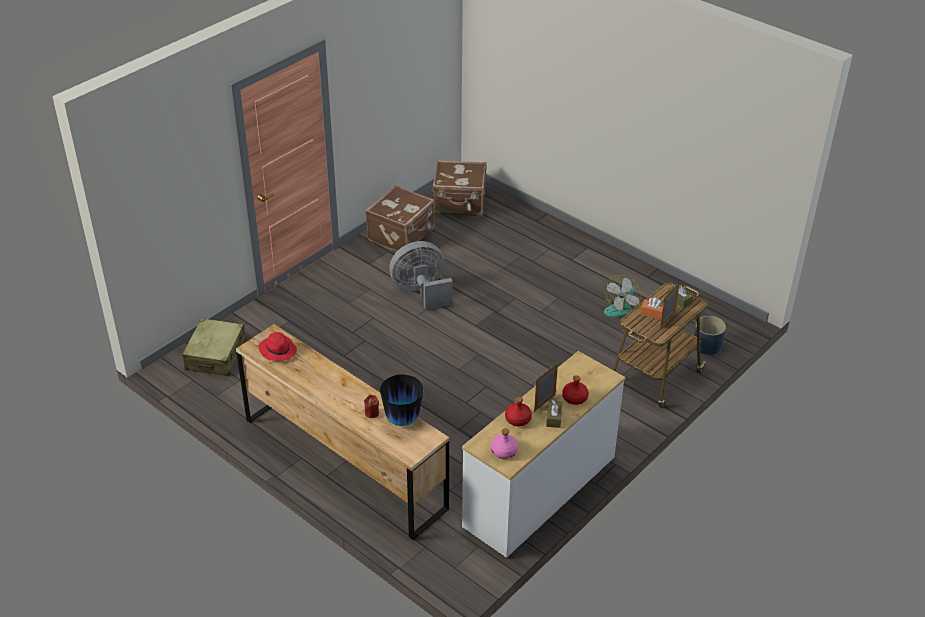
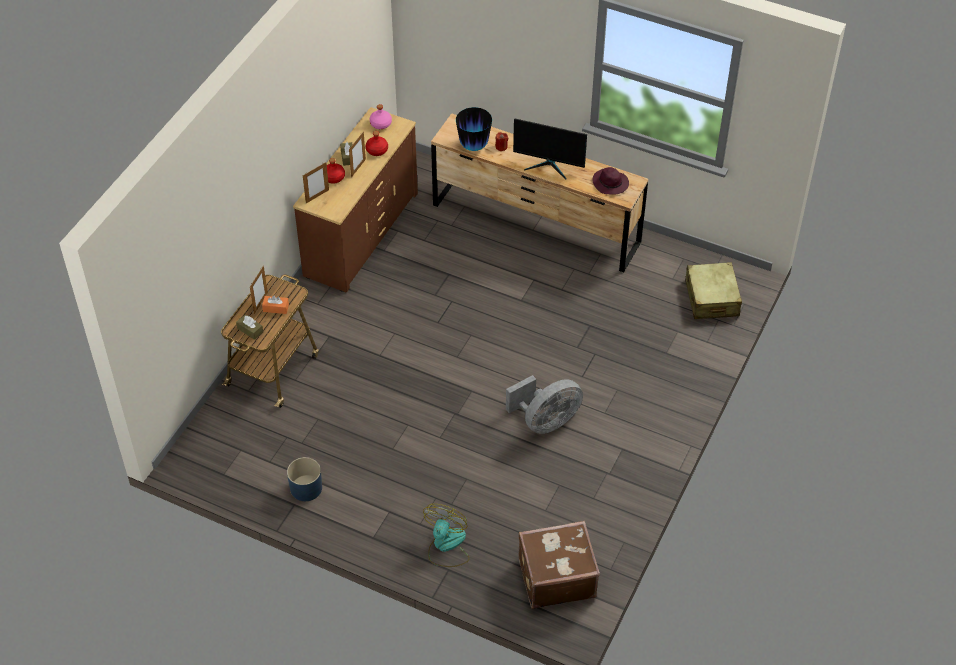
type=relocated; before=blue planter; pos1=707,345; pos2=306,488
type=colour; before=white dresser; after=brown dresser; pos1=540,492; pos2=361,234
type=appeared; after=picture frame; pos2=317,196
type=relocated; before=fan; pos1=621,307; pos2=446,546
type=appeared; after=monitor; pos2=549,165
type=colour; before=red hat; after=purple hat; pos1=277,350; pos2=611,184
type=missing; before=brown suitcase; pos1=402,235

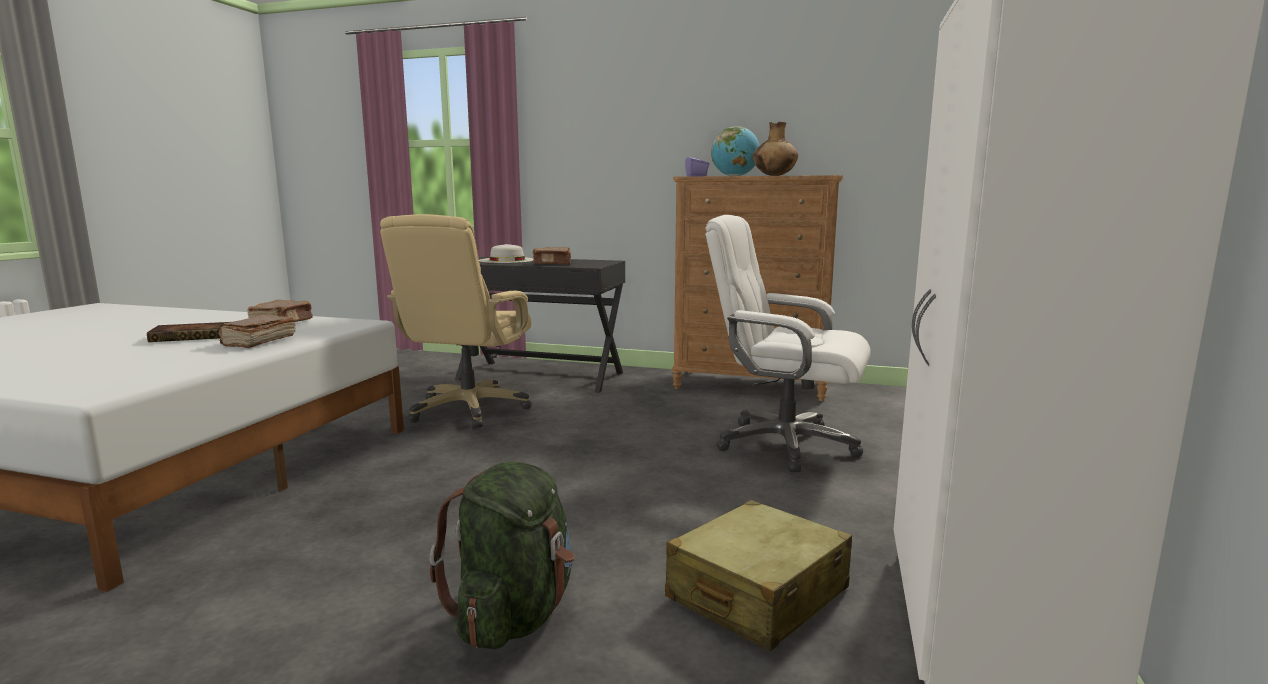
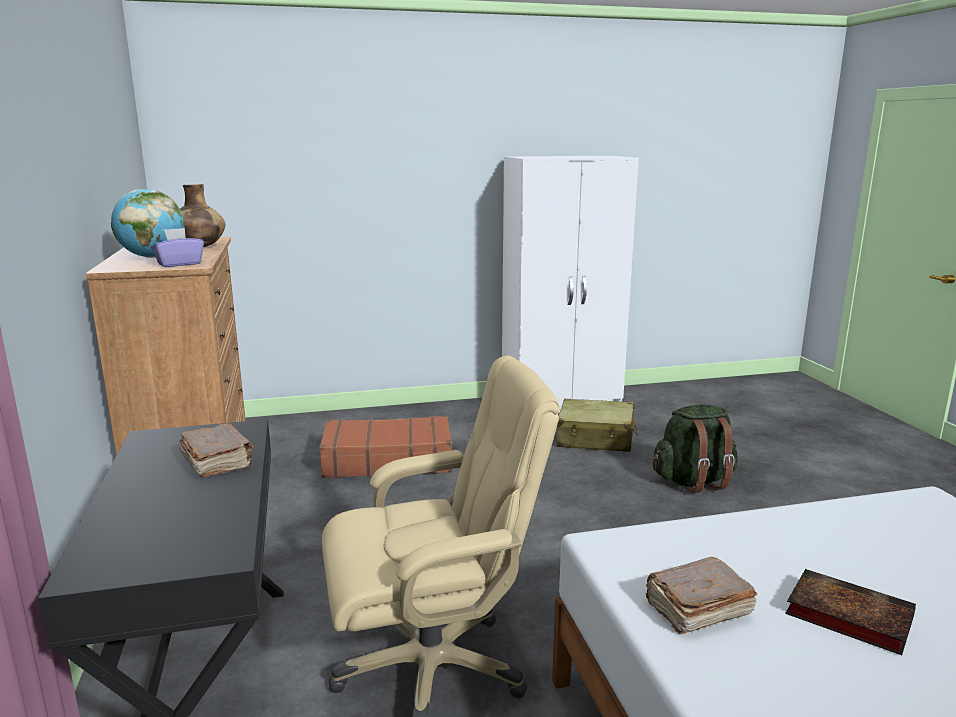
type=exchanged; before=white office chair; after=brown suitcase; pos1=784,444; pos2=387,460
type=missing; before=brown book; pos1=258,342
type=missing; before=white hat; pos1=507,260

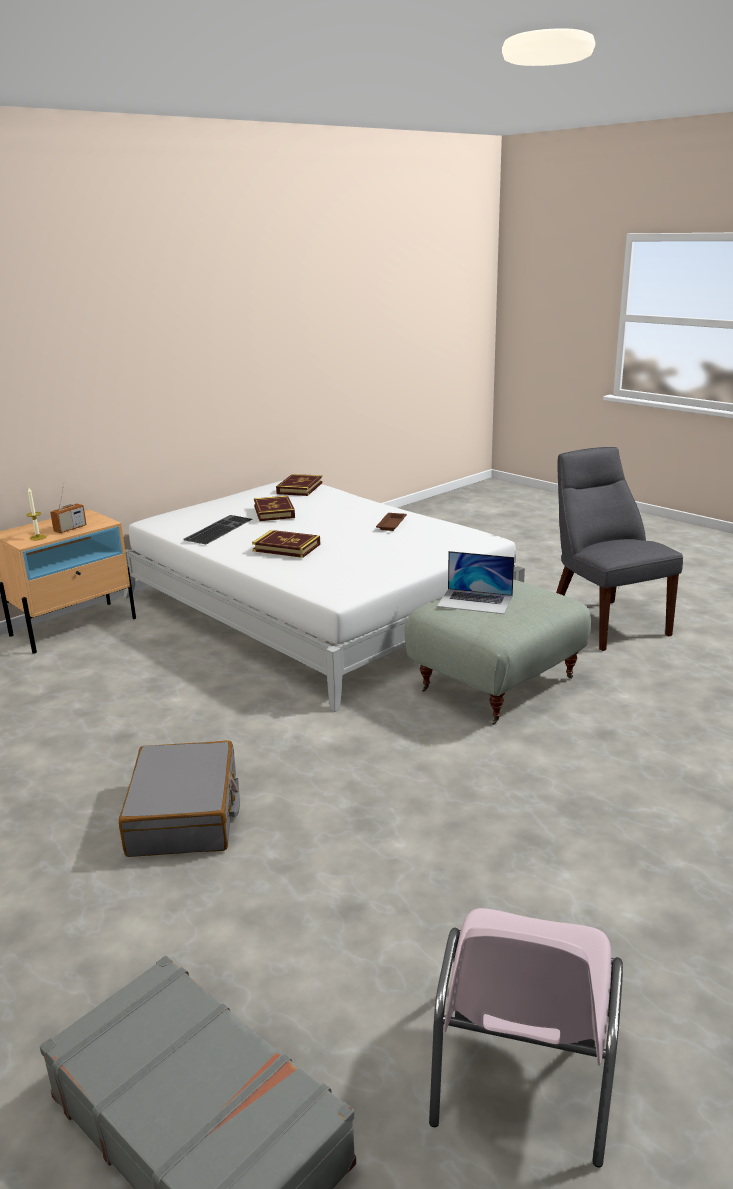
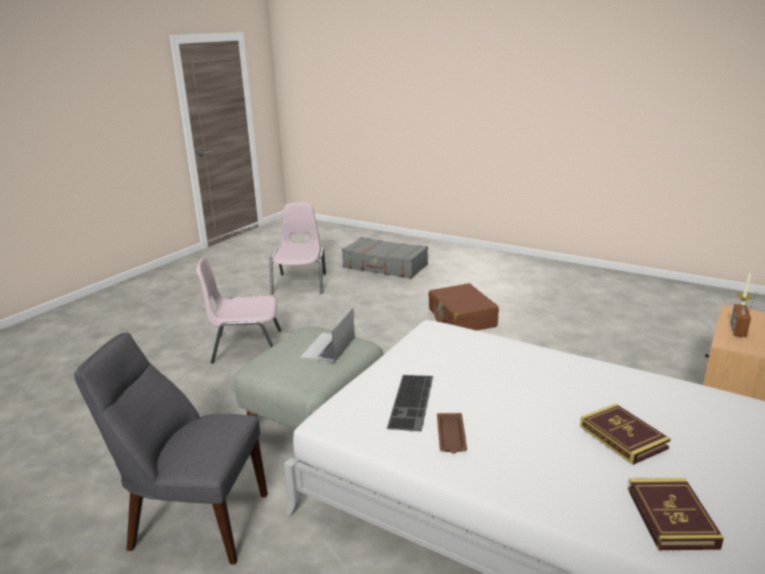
type=spun; before=grey chair; pos1=604,622; pos2=193,521; turn=135
type=appeared; after=pink chair; pos2=246,347
type=spun; before=laptop; pos1=475,601; pos2=328,347; turn=-75
type=relocated; before=keyboard; pos1=218,529; pos2=413,402
type=colour; before=grey suitcase; after=brown suitcase; pos1=185,815; pos2=461,318
type=missing; before=book; pos1=286,548

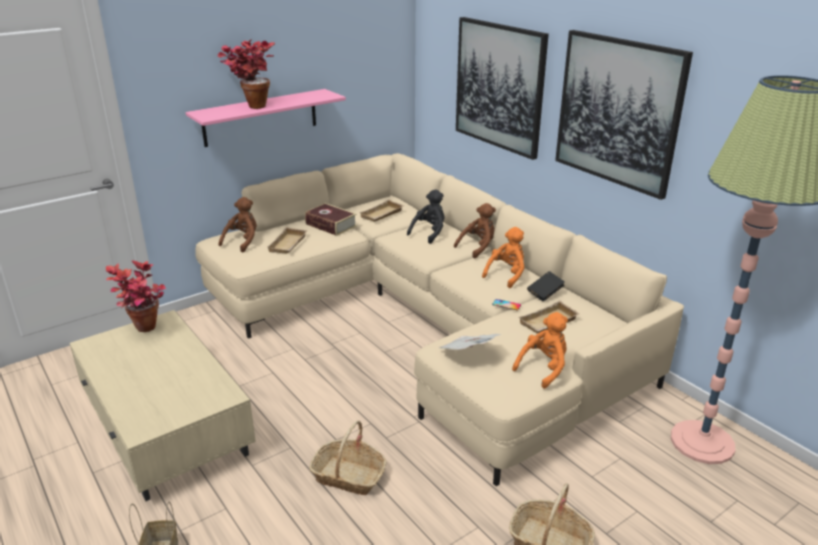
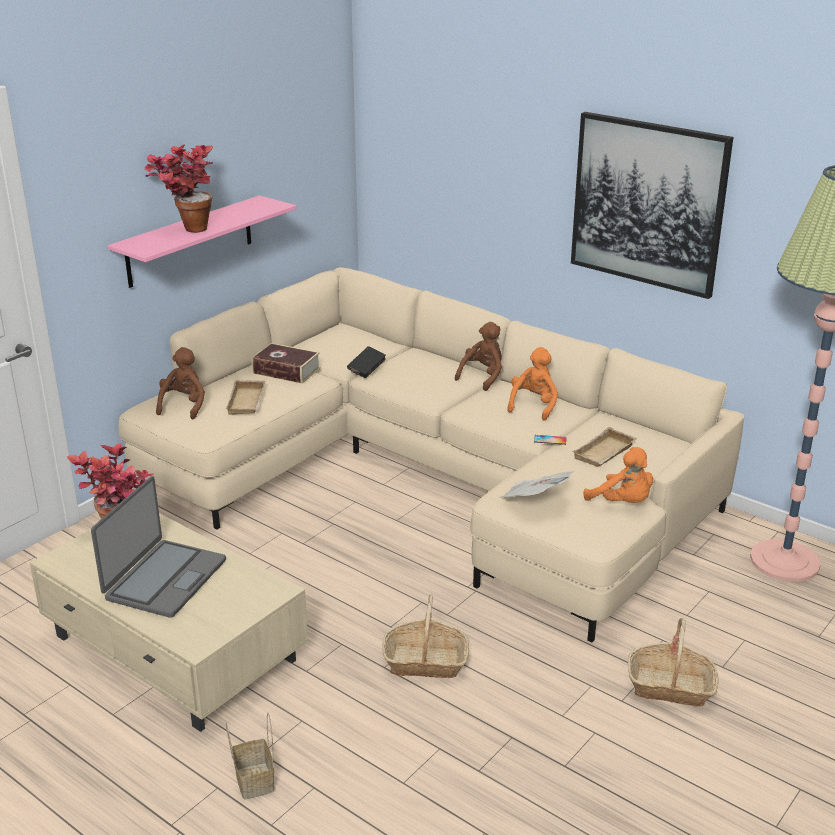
type=appeared; after=laptop; pos2=164,579
type=relocated; before=black book; pos1=545,293; pos2=367,370
type=spun; before=orange plush toy; pos1=543,368; pos2=622,503; turn=105
type=missing; before=beige tray; pos1=382,215
type=missing; before=black plush toy; pos1=429,233
type=missing; before=picture; pos1=499,86

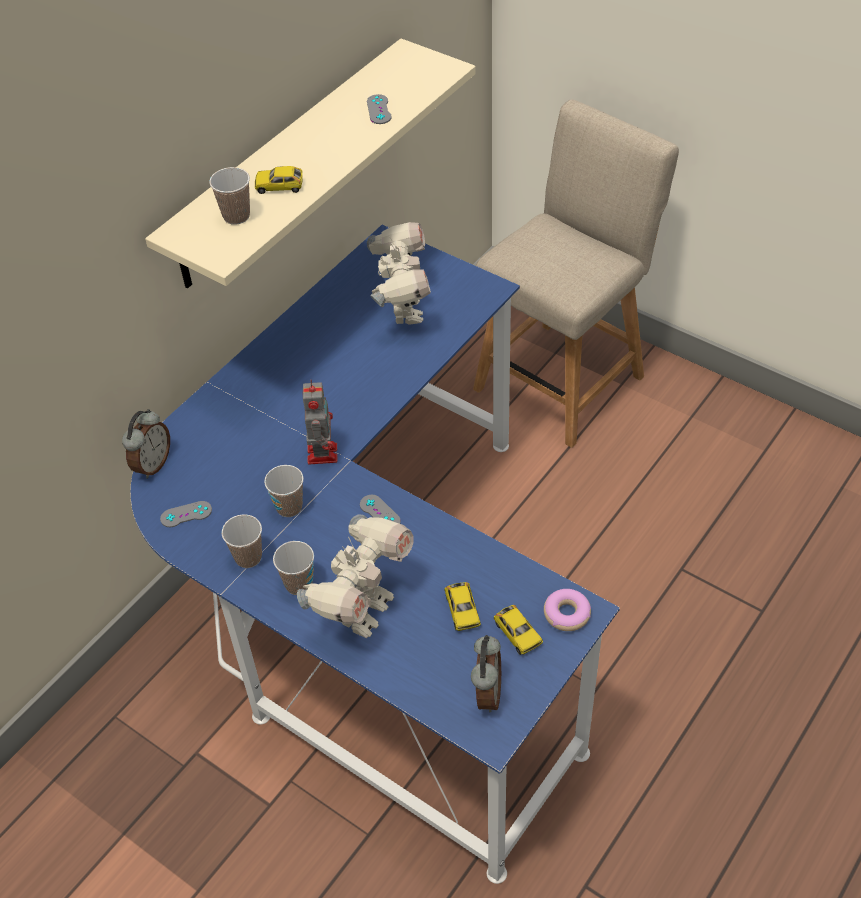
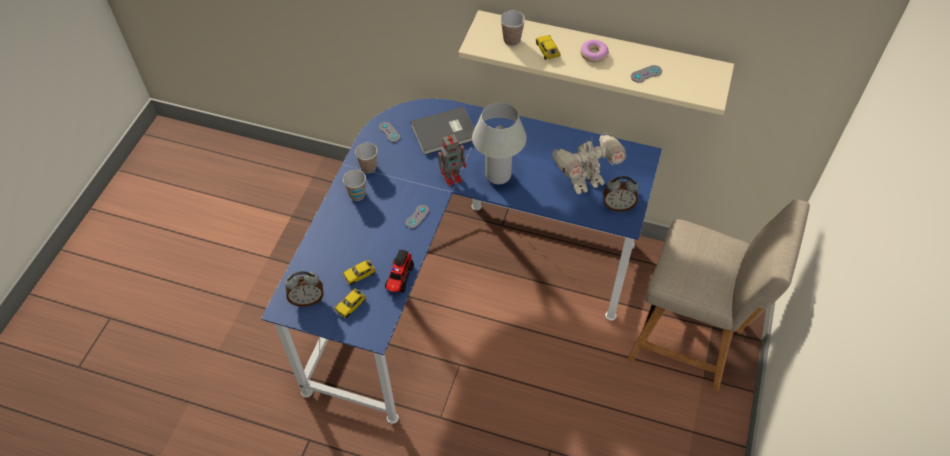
type=appeared; after=toy truck; pos2=399,278
type=appeared; after=grey book; pos2=445,133
type=appeared; after=white table lamp; pos2=498,175
type=relocated; before=donut; pos1=567,614; pos2=593,54
type=relocated; before=alarm clock; pos1=152,464; pos2=618,206
type=missing; before=cup; pos1=289,507
type=missing; before=toy robot; pos1=363,611

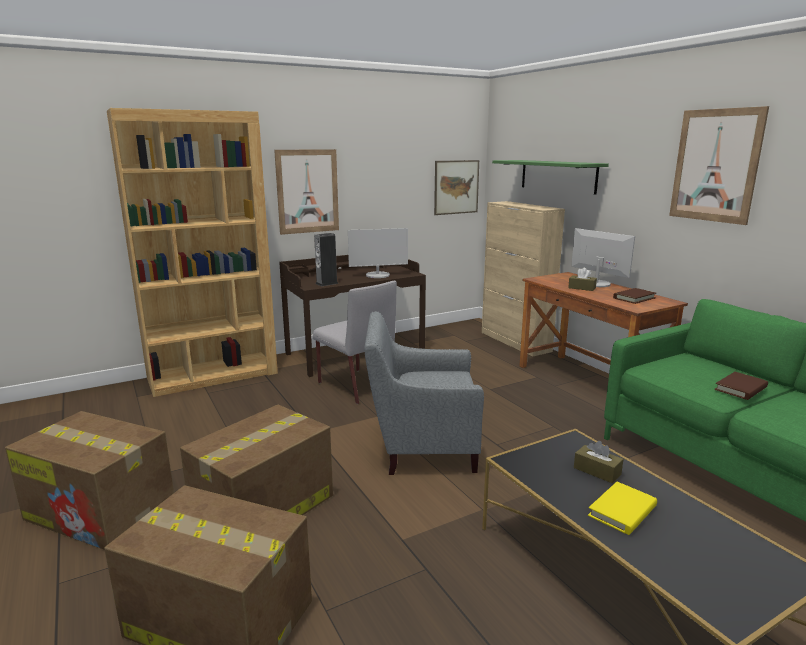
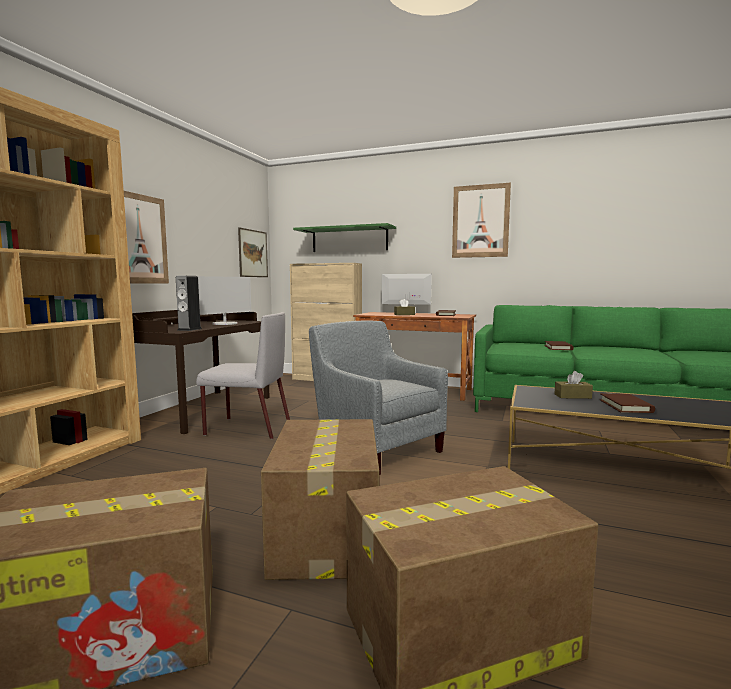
type=spun; before=grey armchair; pos1=421,447; pos2=378,448; turn=90
type=colour; before=yellow book; after=brown book; pos1=622,511; pos2=625,406

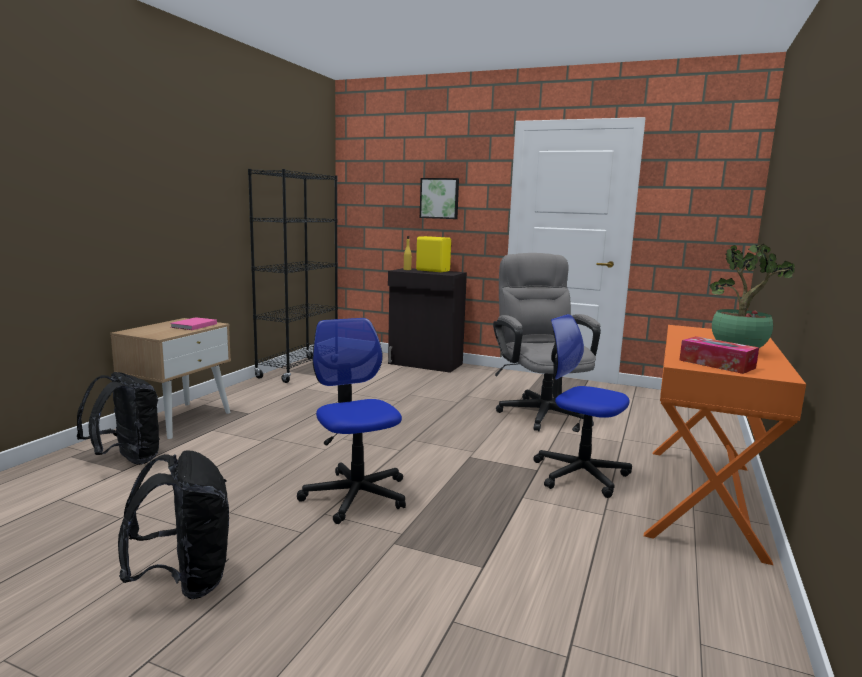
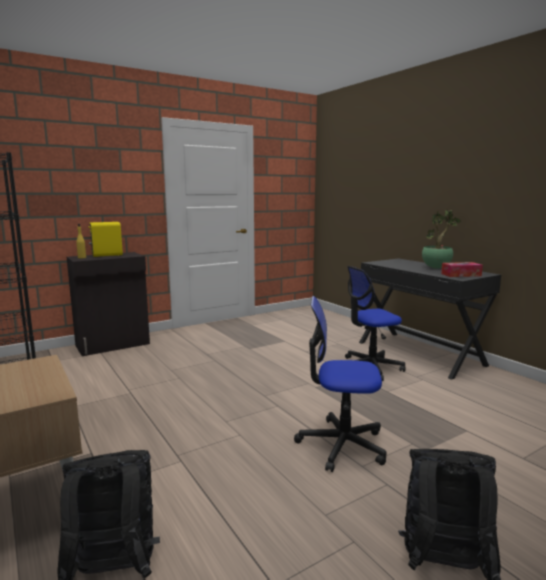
type=colour; before=orange desk; after=black desk; pos1=703,498; pos2=420,353
type=missing; before=pink book; pos1=192,326
type=missing; before=picture; pos1=439,198
type=missing; before=grey office chair; pos1=540,411

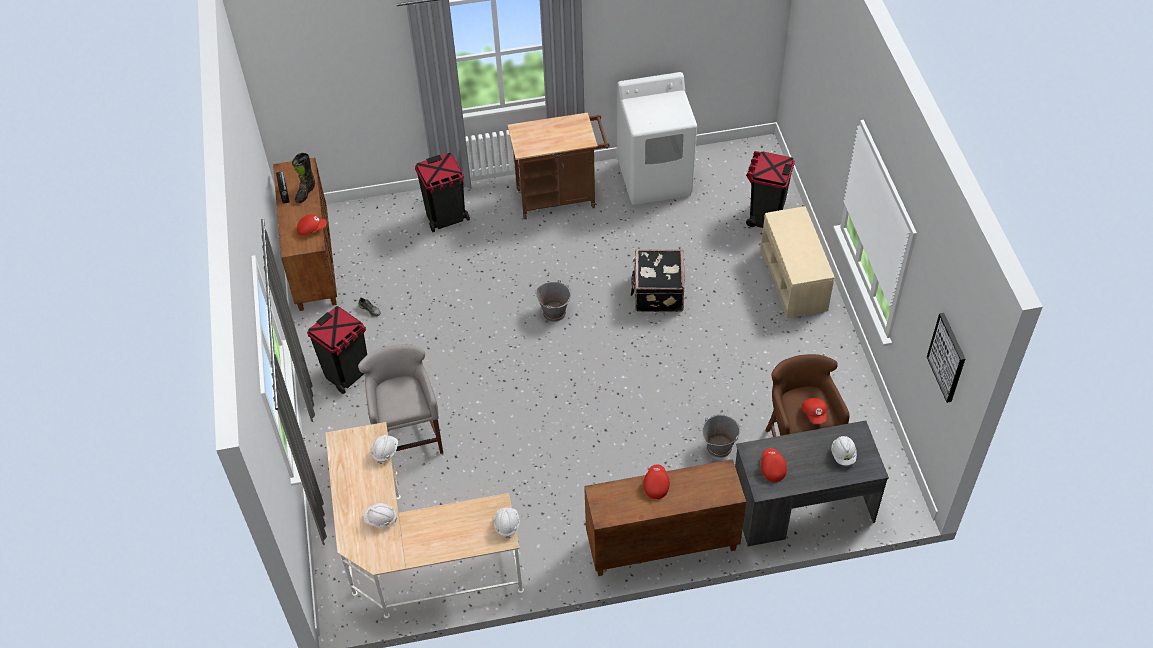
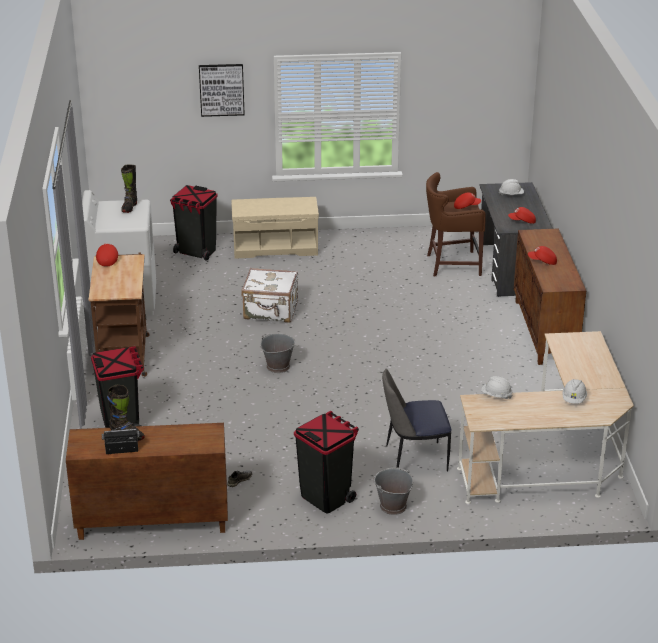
type=relocated; before=red cap; pos1=311,229; pos2=107,259
type=appeared; after=black boot; pos2=129,207
type=relocated; before=picture; pos1=947,357; pos2=221,89
type=colour; before=black suitcase; after=white suitcase; pos1=657,293; pos2=271,311
type=relocated; before=grey bucket; pos1=719,447; pos2=392,506
type=exchanged; before=grey stool; after=chair; pos1=408,435; pos2=414,459
type=missing; before=white hard hat; pos1=507,525

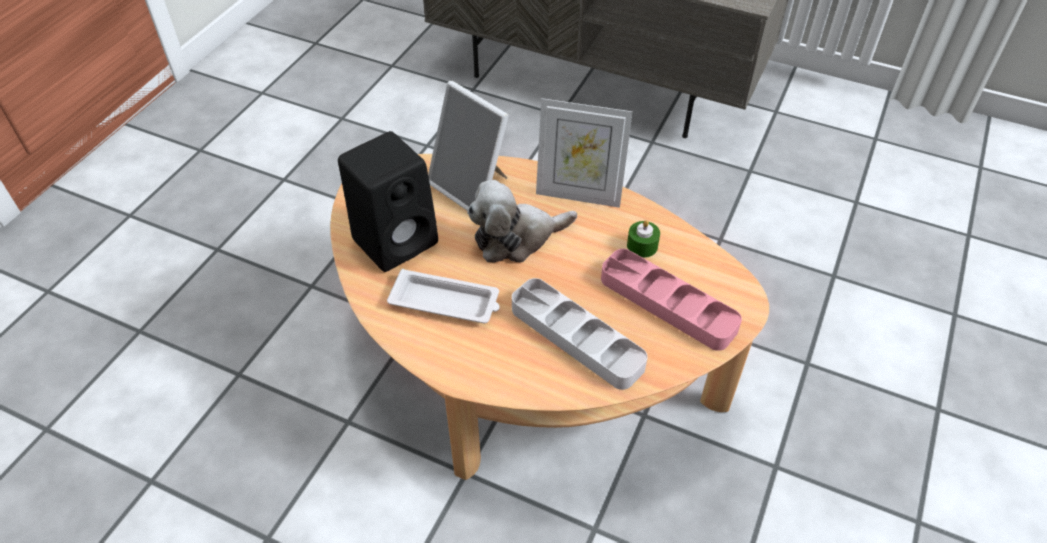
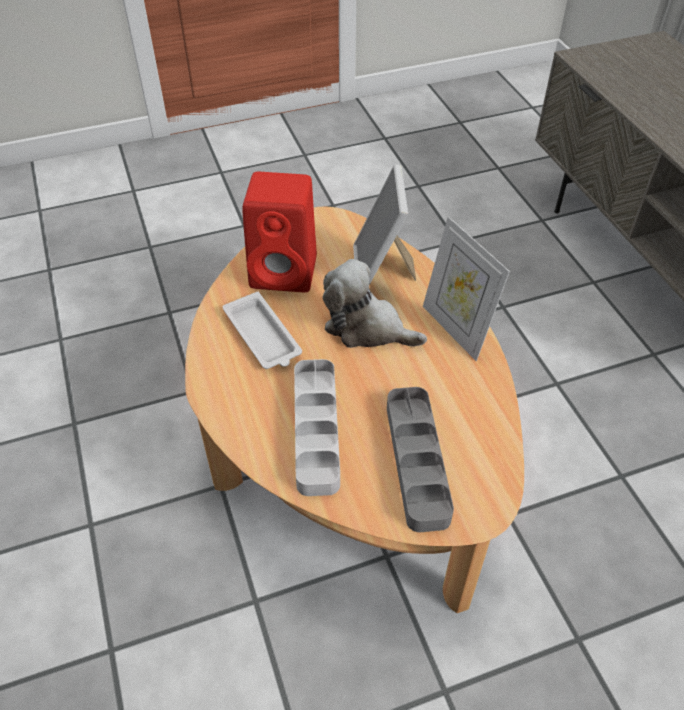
type=colour; before=black speaker; after=red speaker; pos1=397,240; pos2=286,272
type=colour; before=pink tray; after=grey tray; pos1=667,304; pos2=417,461
type=missing; before=green candle; pos1=642,246

